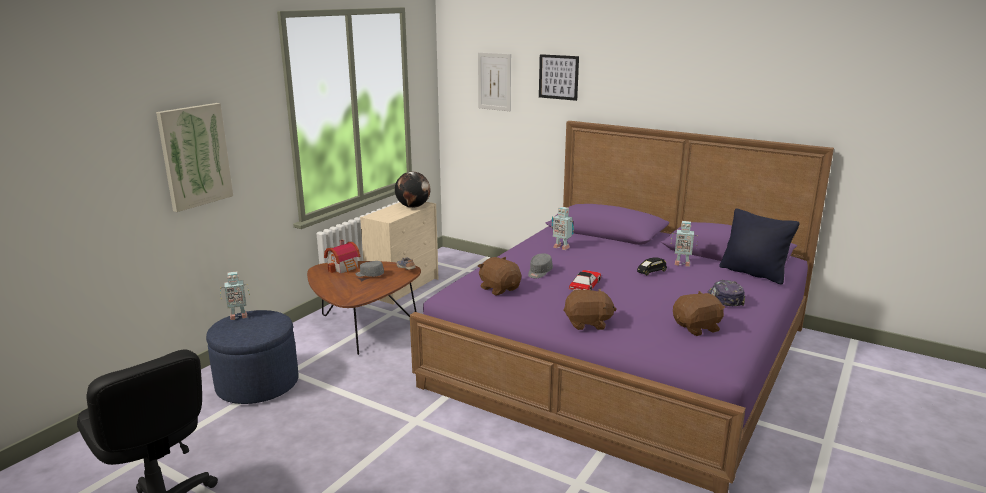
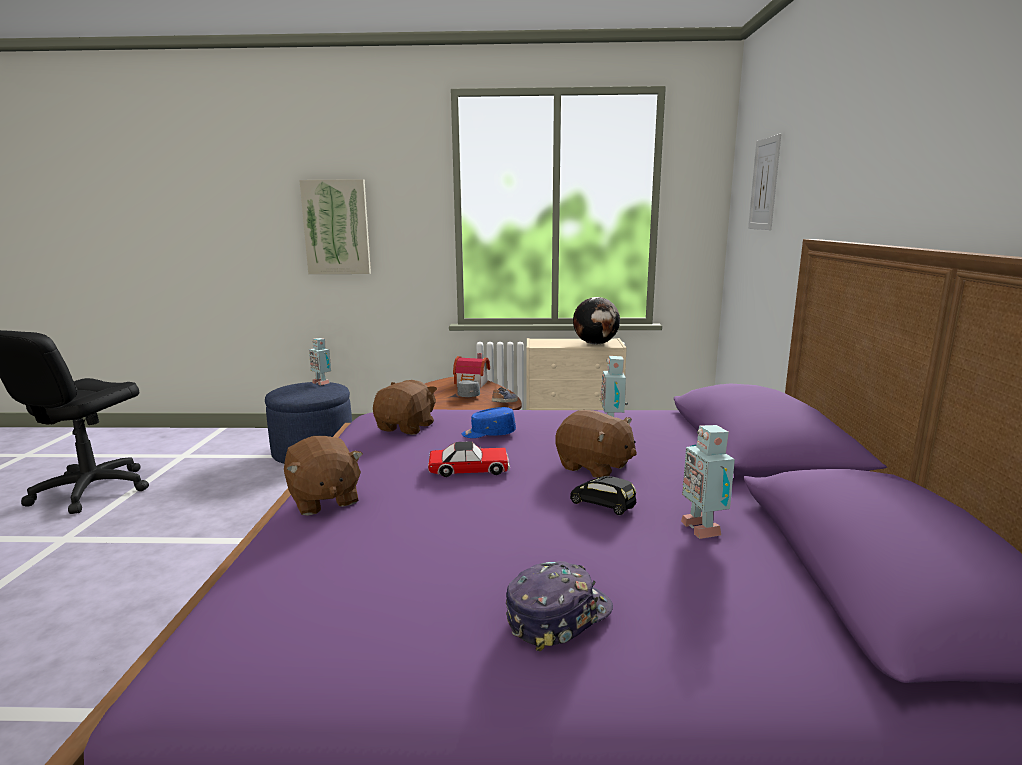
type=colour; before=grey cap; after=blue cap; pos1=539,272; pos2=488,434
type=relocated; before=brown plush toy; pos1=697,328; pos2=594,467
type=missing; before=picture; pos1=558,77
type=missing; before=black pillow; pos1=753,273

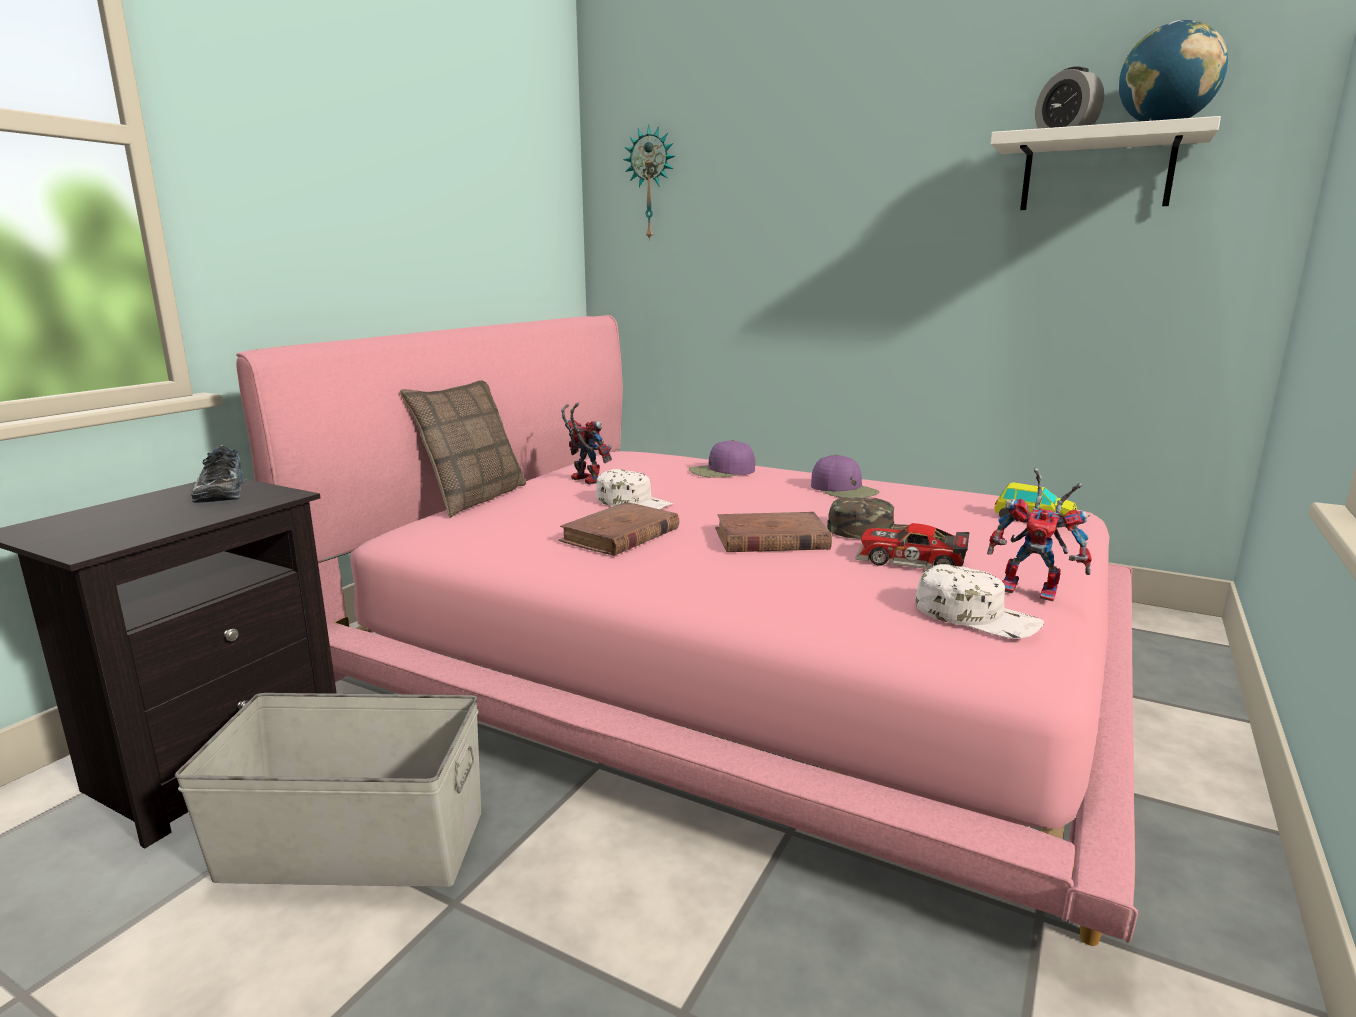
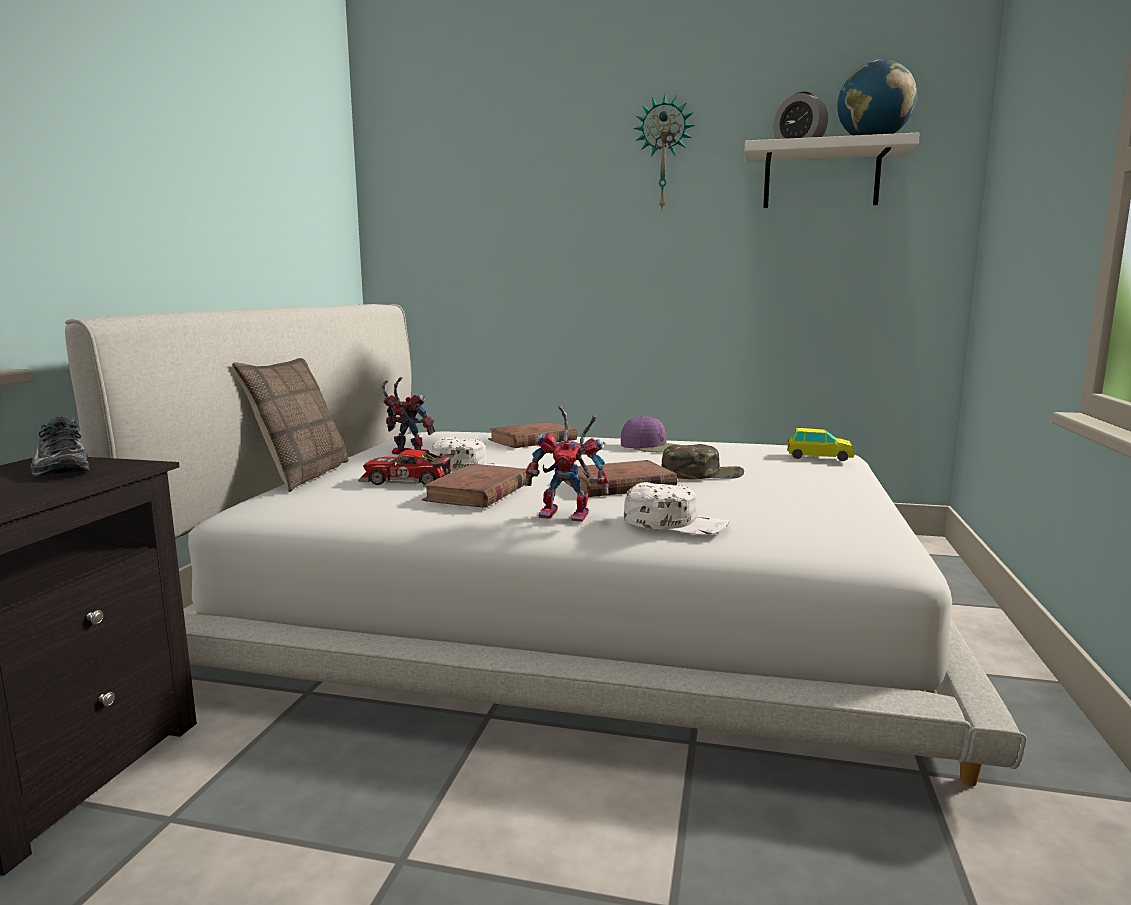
type=colour; before=pink bed; after=white bed; pos1=733,654; pos2=570,606
type=relocated; before=toy car; pos1=910,561; pos2=406,481
type=exchanged; before=purple cap; after=brown book; pos1=721,471; pos2=532,440
type=relocated; before=toy robot; pos1=1034,590; pos2=570,515
type=relocated; before=white cap; pos1=976,616; pos2=675,523
type=relocated; before=wall clock; pos1=651,184; pos2=663,153
type=missing; before=grey storage box; pos1=355,845

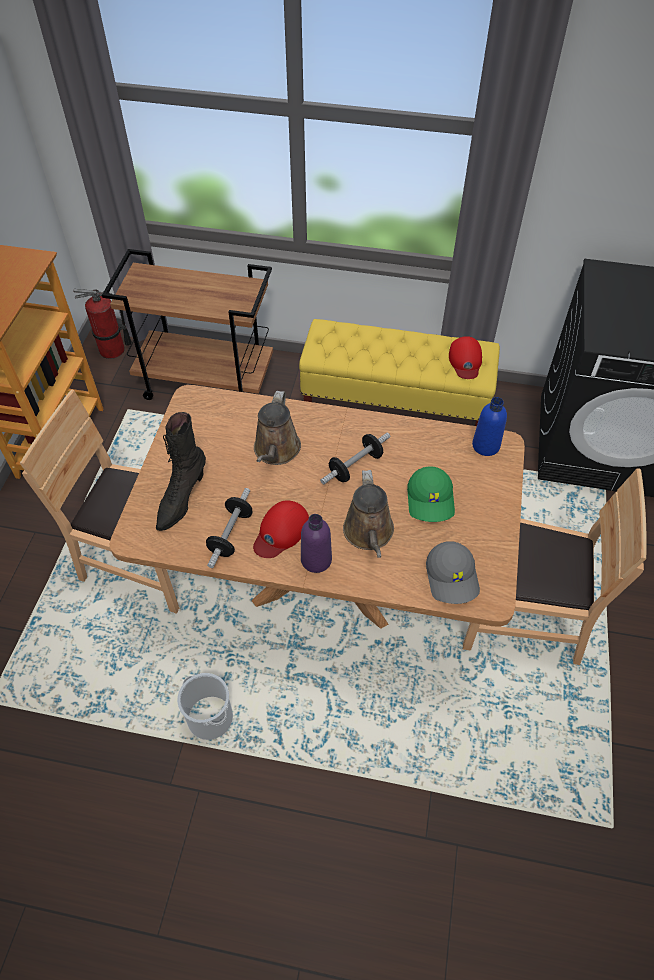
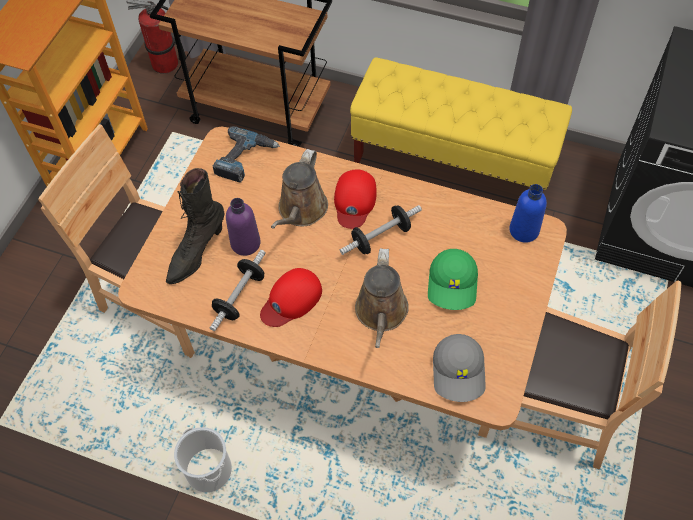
type=appeared; after=power drill; pos2=245,159
type=relocated; before=purple bottle; pos1=316,560; pos2=245,243
type=relocated; before=red cap; pos1=465,361; pos2=354,201

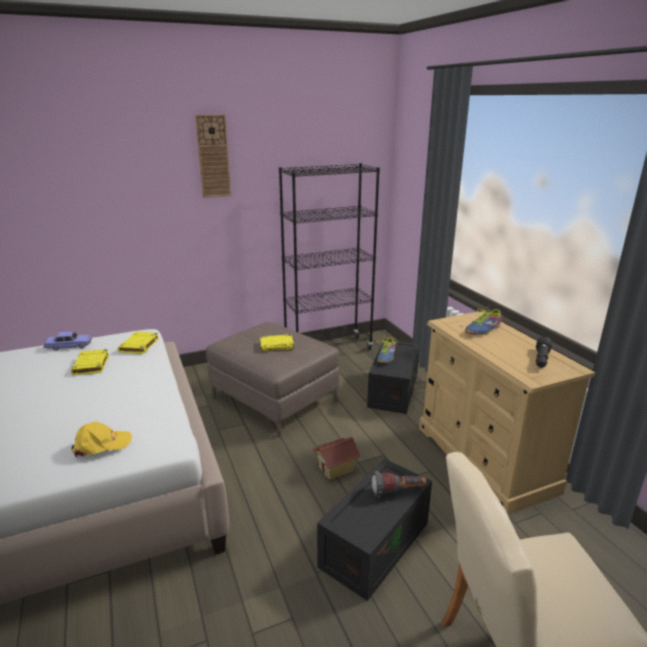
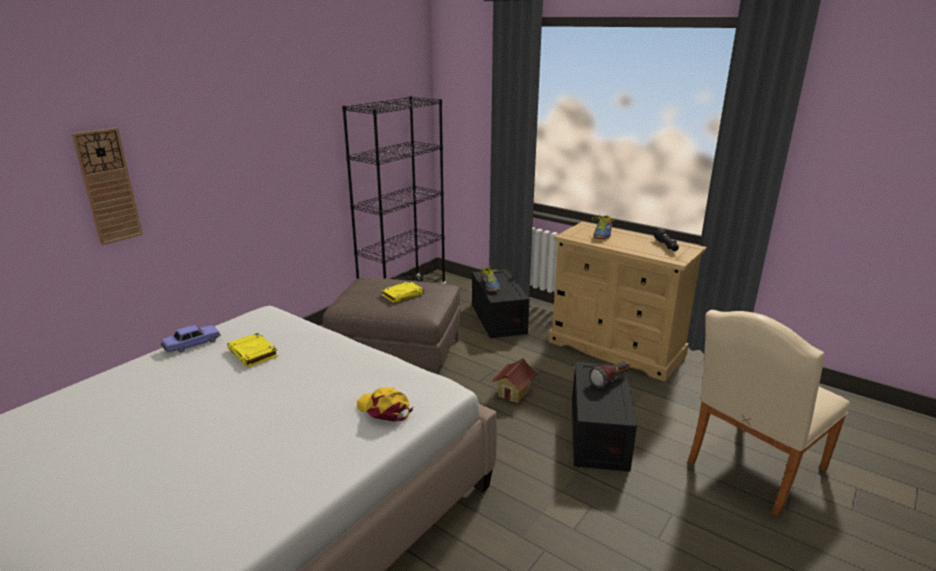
type=relocated; before=wall clock; pos1=213,156; pos2=108,186
type=spun; before=yellow cap; pos1=101,445; pos2=384,409; turn=-90
type=missing; before=yellow book; pos1=139,345

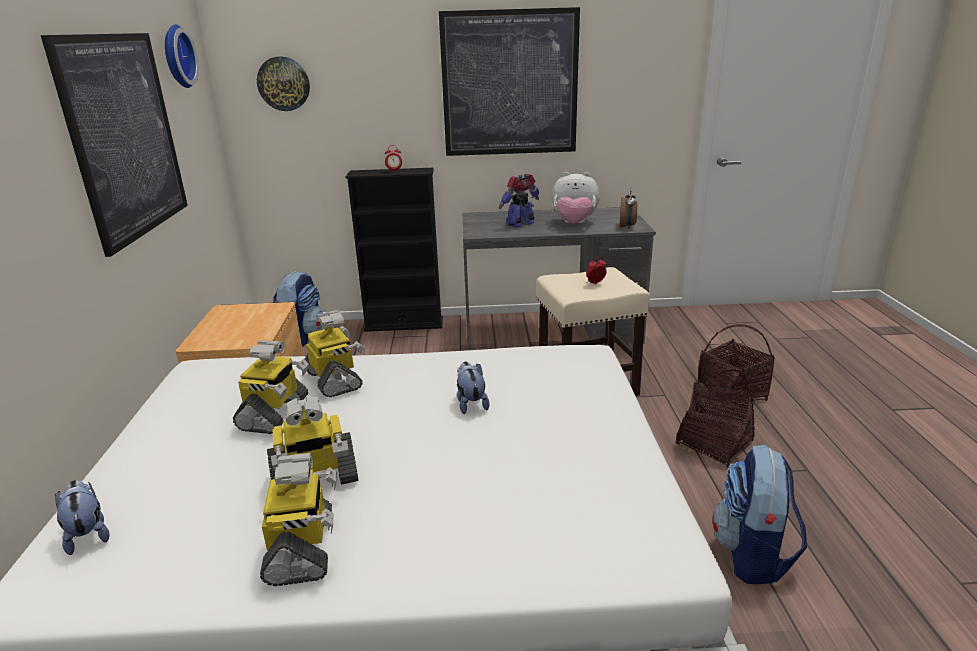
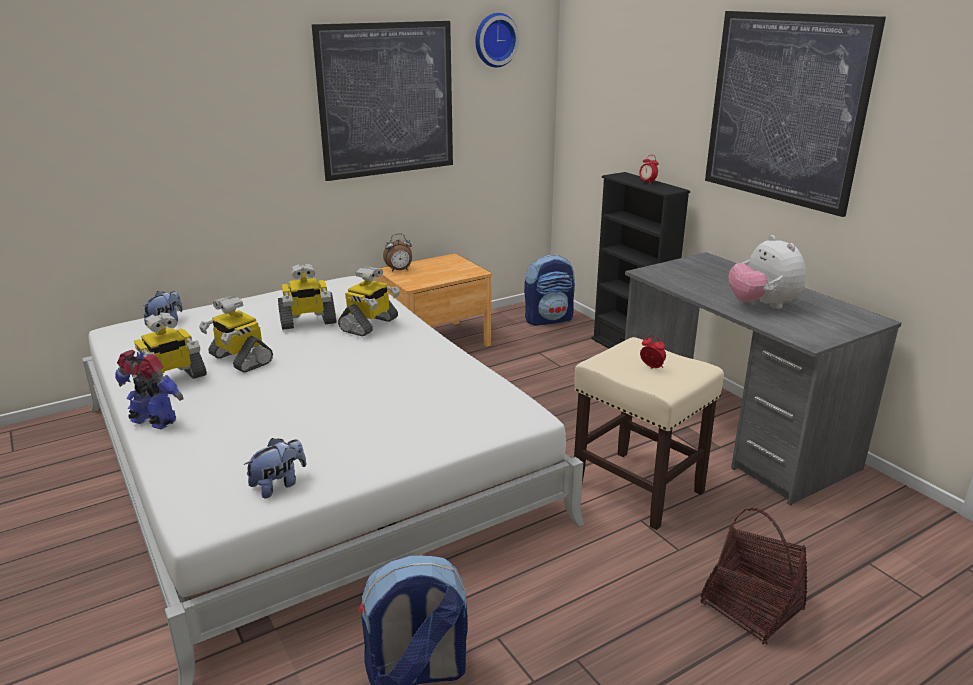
type=relocated; before=toy robot; pos1=521,224; pos2=153,422
type=relocated; before=plush toy; pos1=471,403; pos2=278,485
type=relocated; before=alarm clock; pos1=627,227; pos2=399,270
type=missing; before=wall clock; pos1=283,84
type=missing; before=basket; pos1=713,443

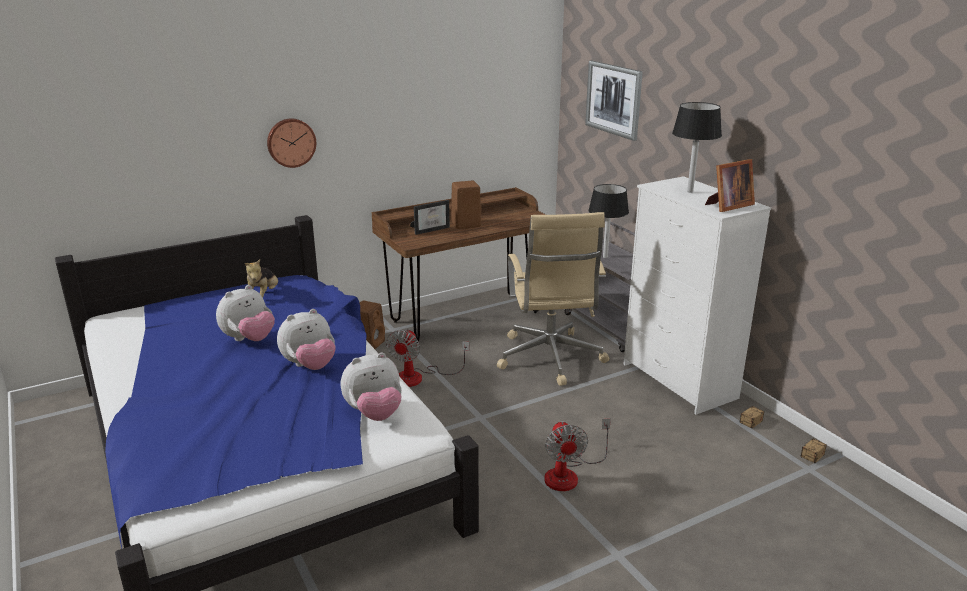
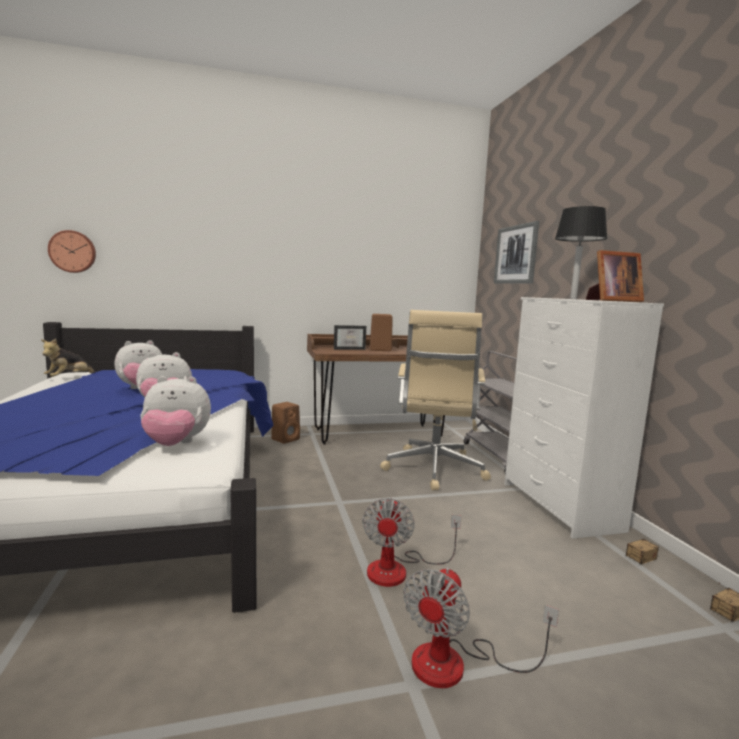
type=relocated; before=plush toy; pos1=263,296; pos2=69,378
type=relocated; before=wall clock; pos1=291,142; pos2=73,251
type=relocated; before=fan; pos1=418,377; pos2=457,664
type=missing; before=black table lamp; pos1=605,257

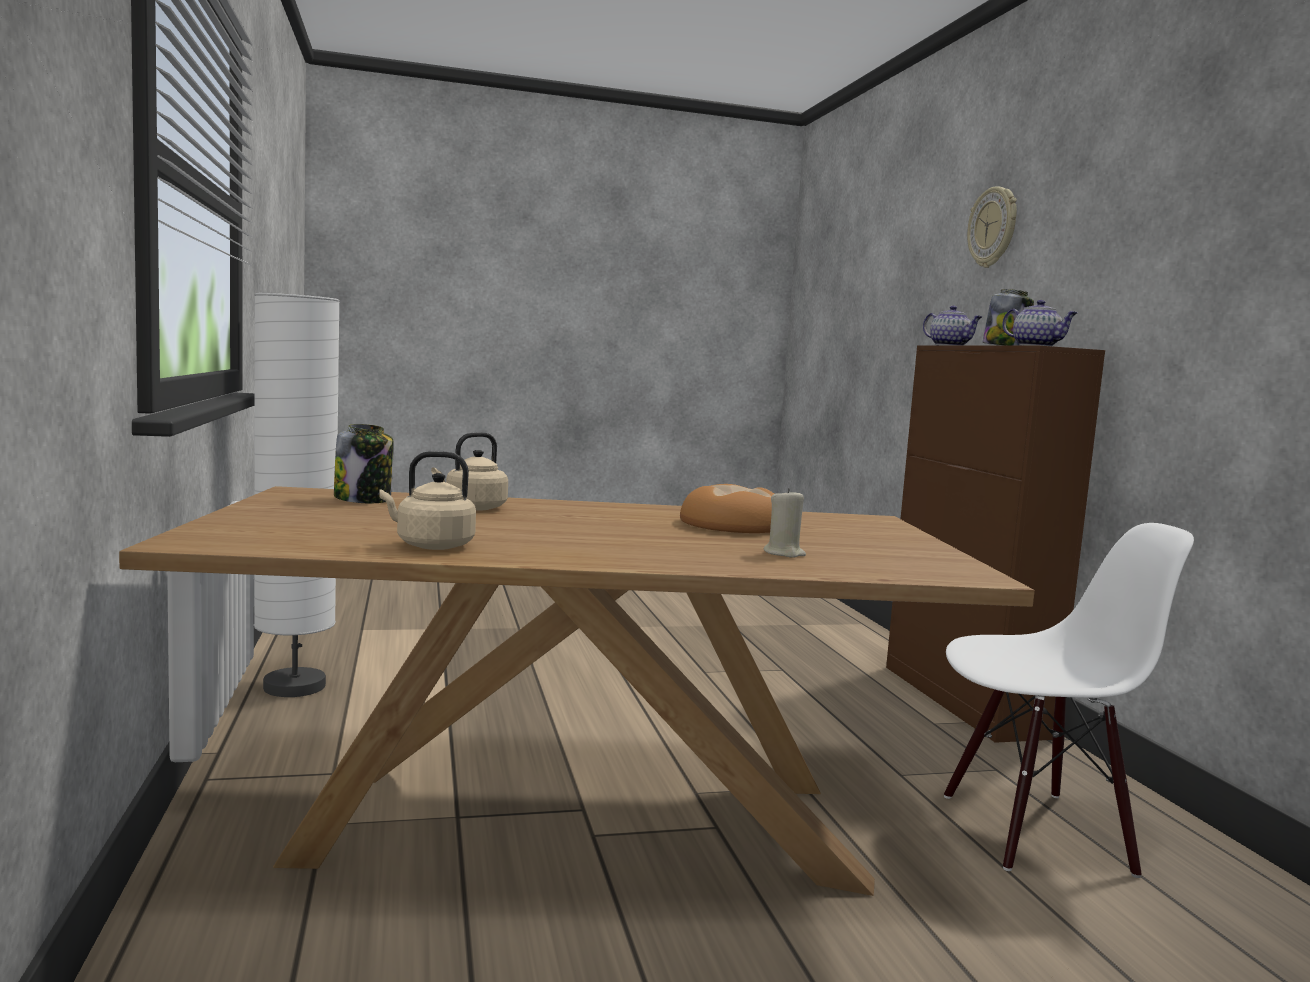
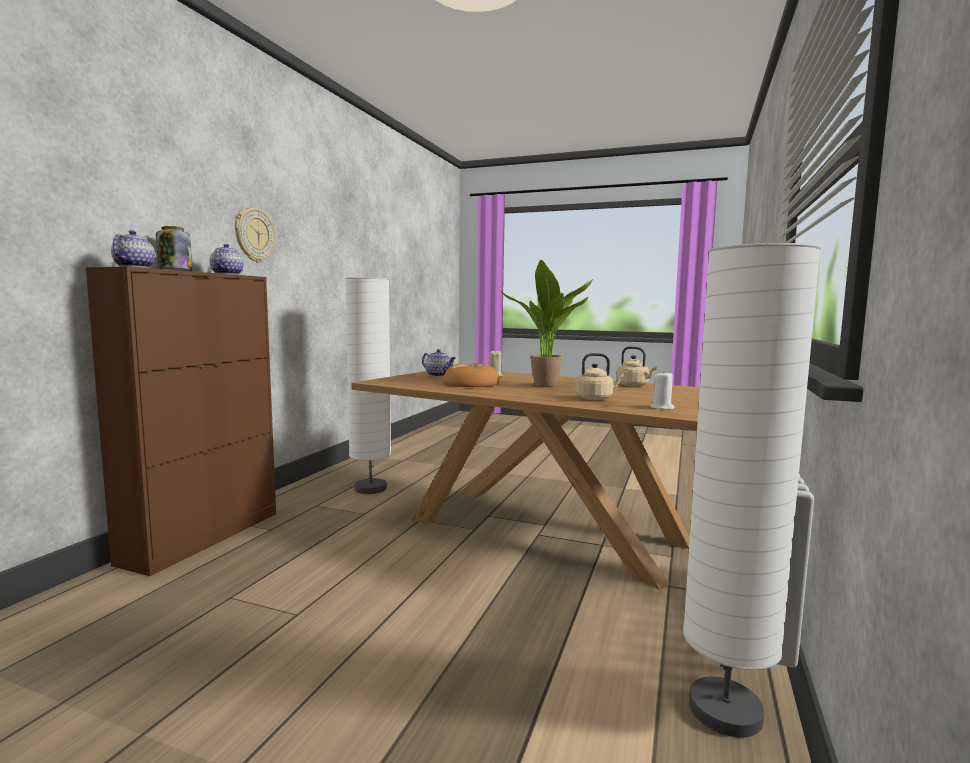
type=relocated; before=wall clock; pos1=993,227; pos2=254,235
type=exchanged; before=white chair; after=white floor lamp; pos1=1035,831; pos2=370,488
type=appeared; after=teapot; pos2=439,375
type=appeared; after=potted plant; pos2=549,386
type=exchanged; before=jar; after=white candle; pos1=364,499; pos2=662,408

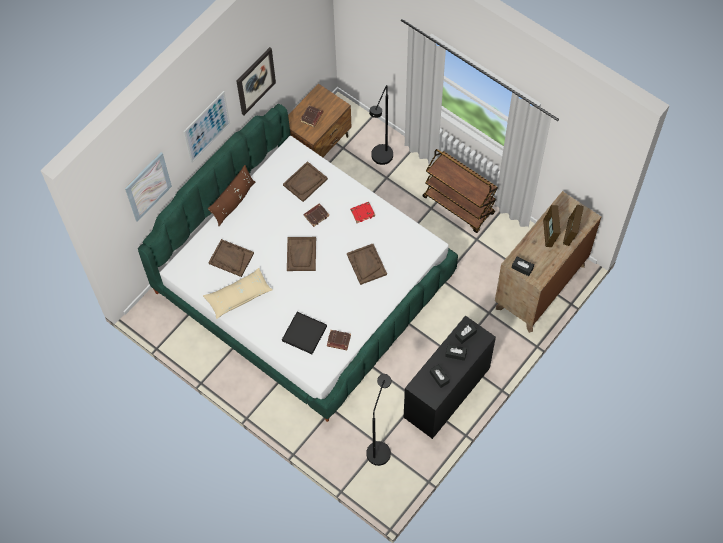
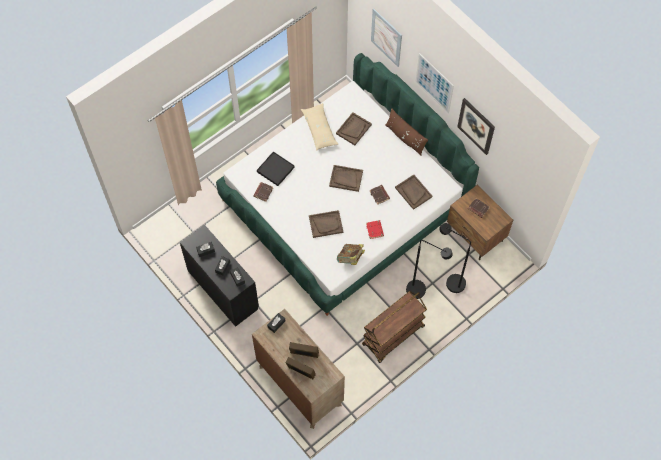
type=appeared; after=book; pos2=350,258
type=relocated; before=black floor lamp; pos1=379,447; pos2=421,292

